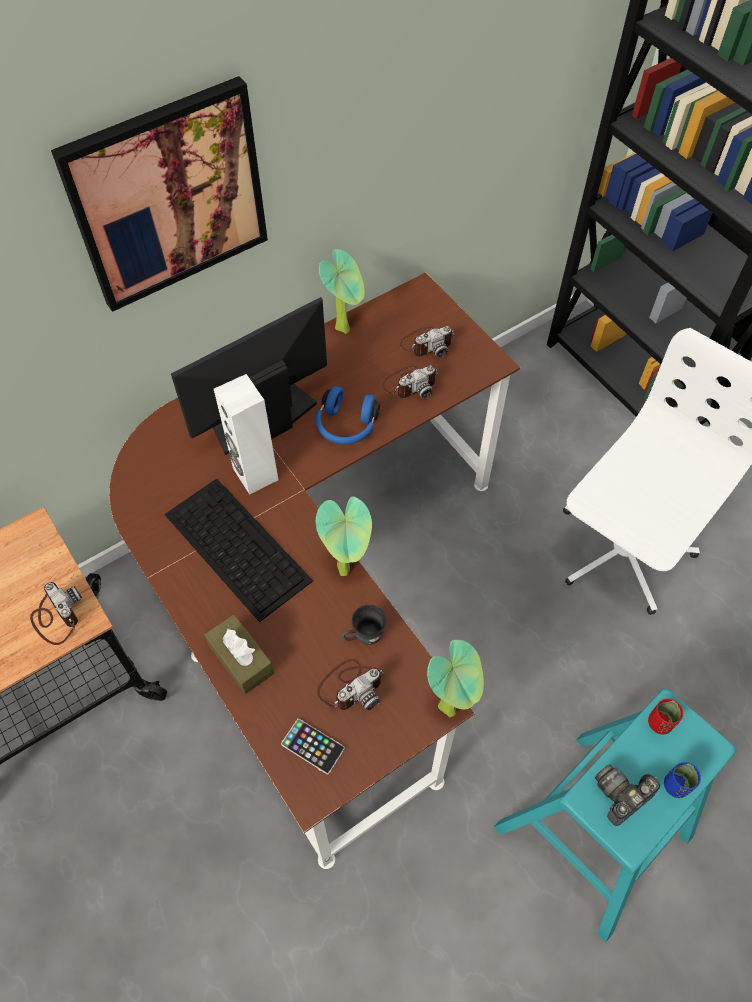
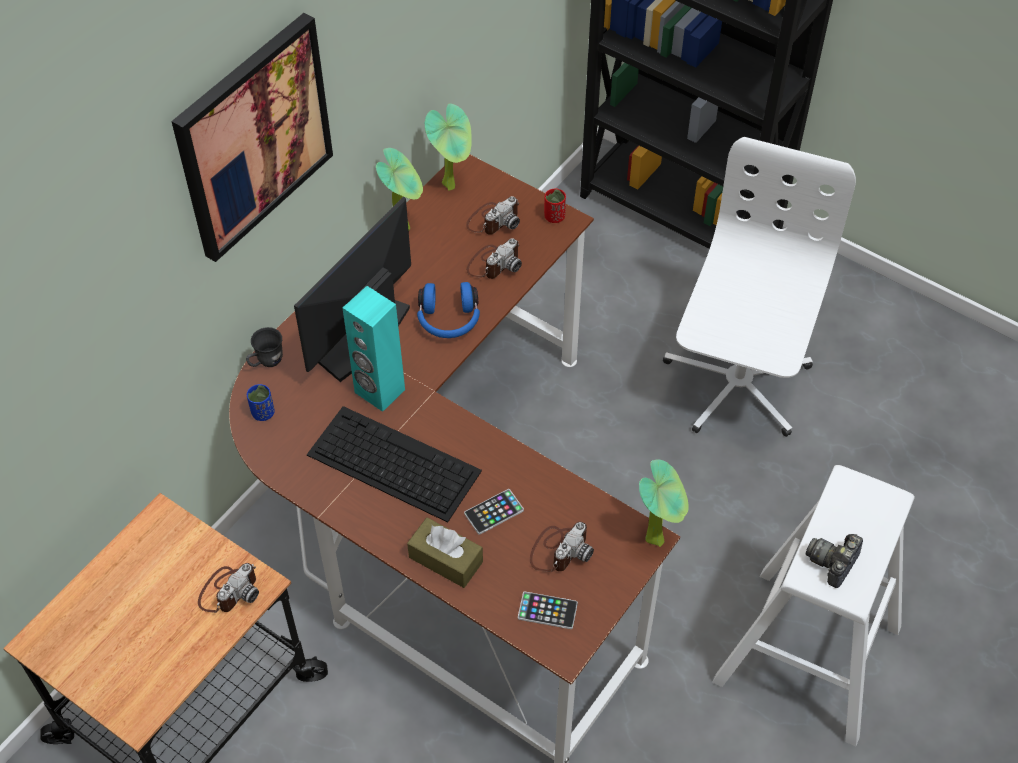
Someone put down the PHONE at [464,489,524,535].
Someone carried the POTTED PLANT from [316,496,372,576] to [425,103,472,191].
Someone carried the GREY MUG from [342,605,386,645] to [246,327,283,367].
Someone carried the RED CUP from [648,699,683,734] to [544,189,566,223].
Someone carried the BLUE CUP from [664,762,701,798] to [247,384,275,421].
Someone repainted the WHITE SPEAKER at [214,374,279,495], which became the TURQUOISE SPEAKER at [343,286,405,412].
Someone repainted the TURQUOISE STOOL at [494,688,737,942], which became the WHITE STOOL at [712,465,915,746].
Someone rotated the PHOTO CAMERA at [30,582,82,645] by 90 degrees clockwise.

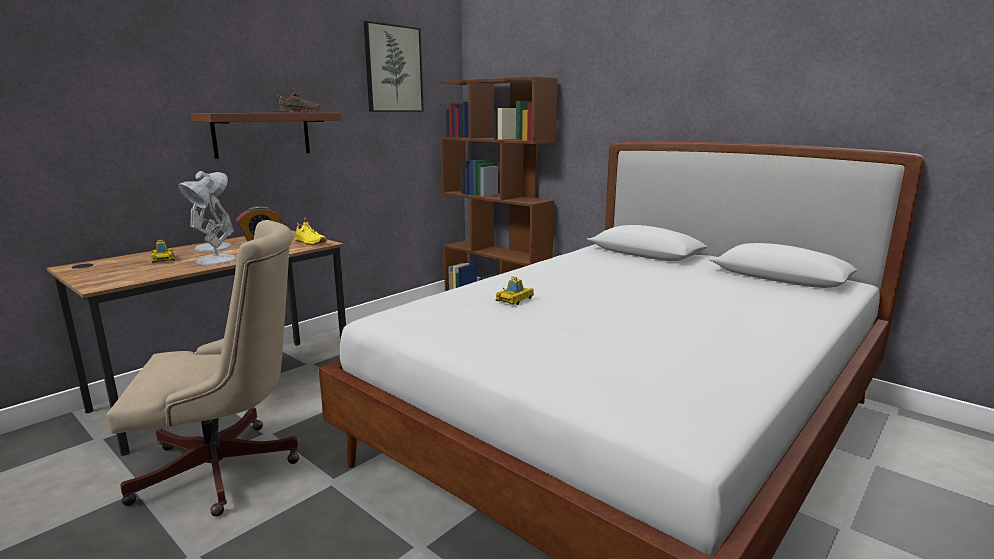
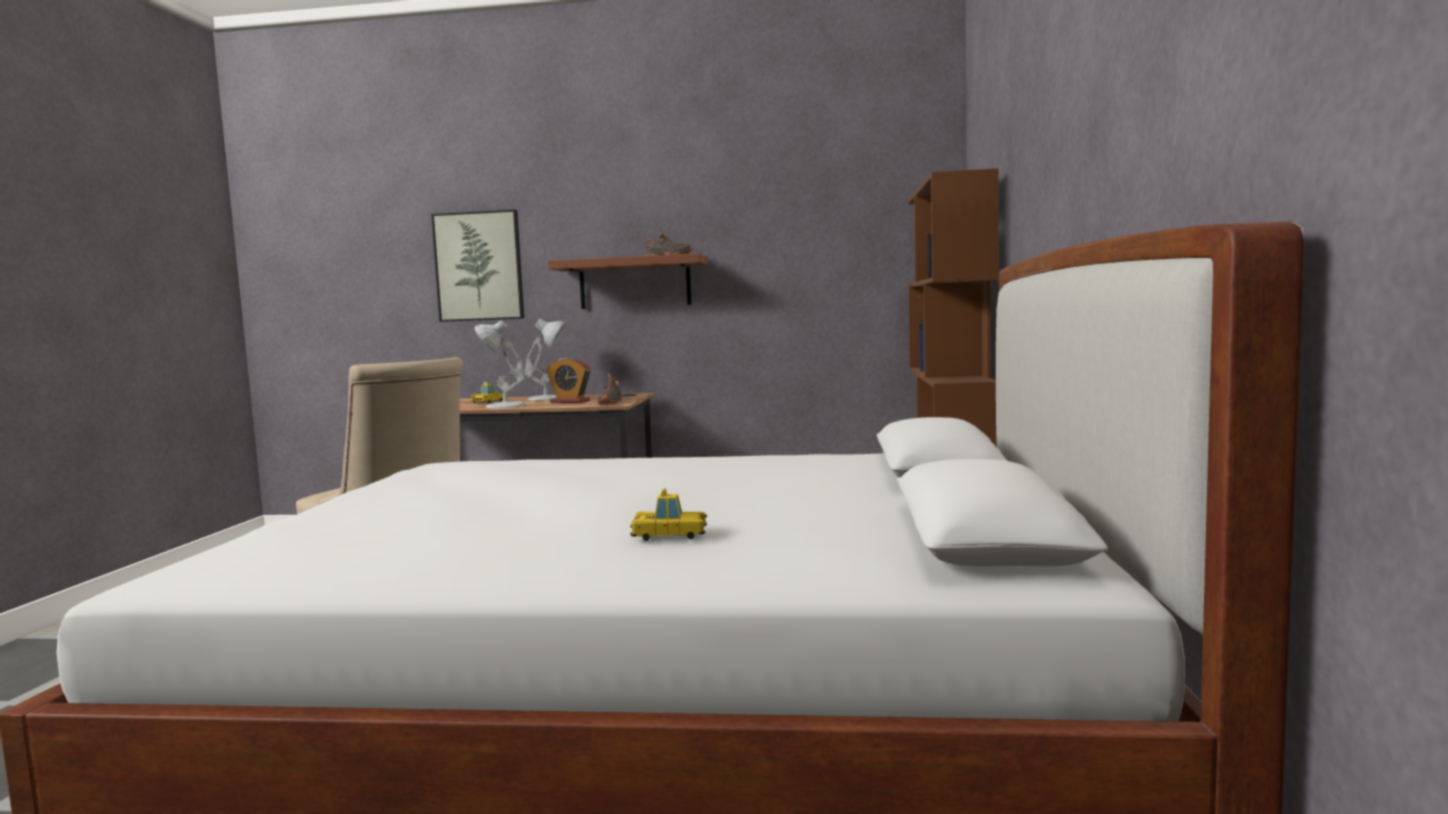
Someone carried the PICTURE from [364,21,424,112] to [431,209,524,322].
Someone carried the TOY CAR from [496,276,534,305] to [630,488,707,541].
Someone repainted the YELLOW SHOE at [295,218,326,245], which became the BLACK SHOE at [598,373,623,404].

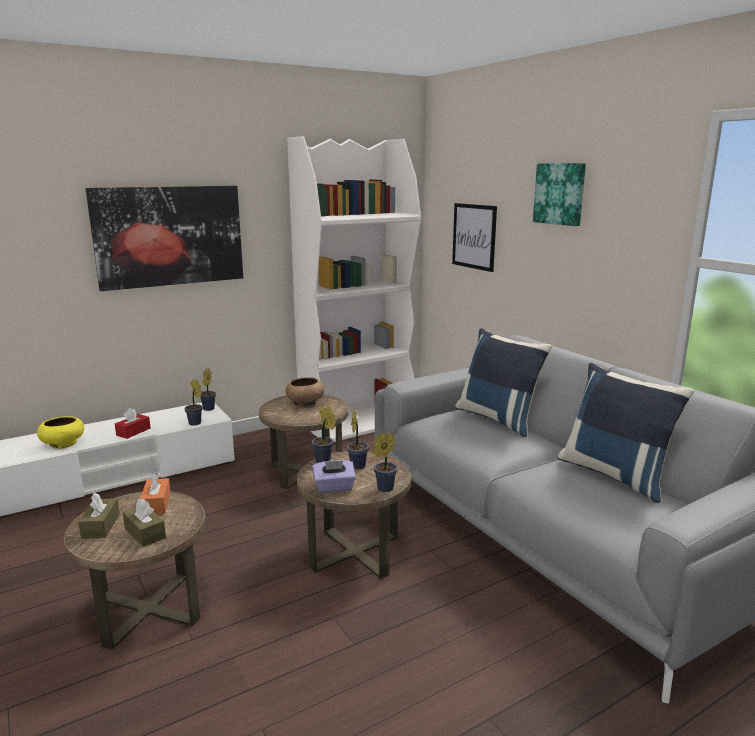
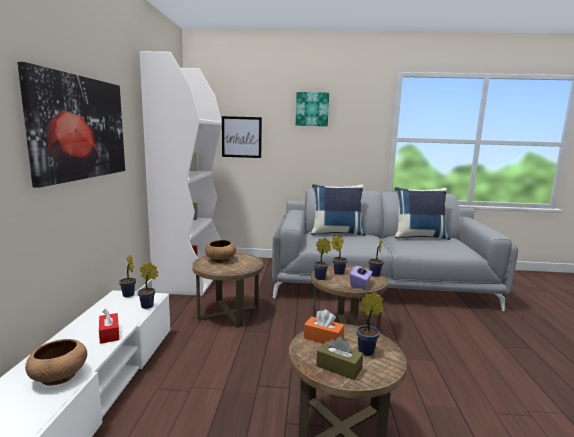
Someone swapped the BROWN TISSUE BOX at [123,498,166,547] for the POTTED PLANT at [356,292,384,356].
Someone repainted the YELLOW BOWL at [37,416,84,449], which became the BROWN BOWL at [25,339,87,386].

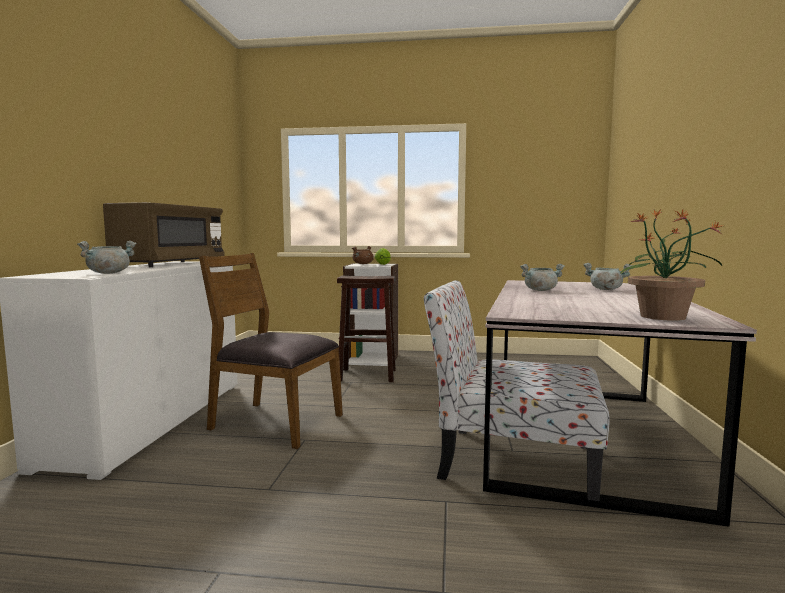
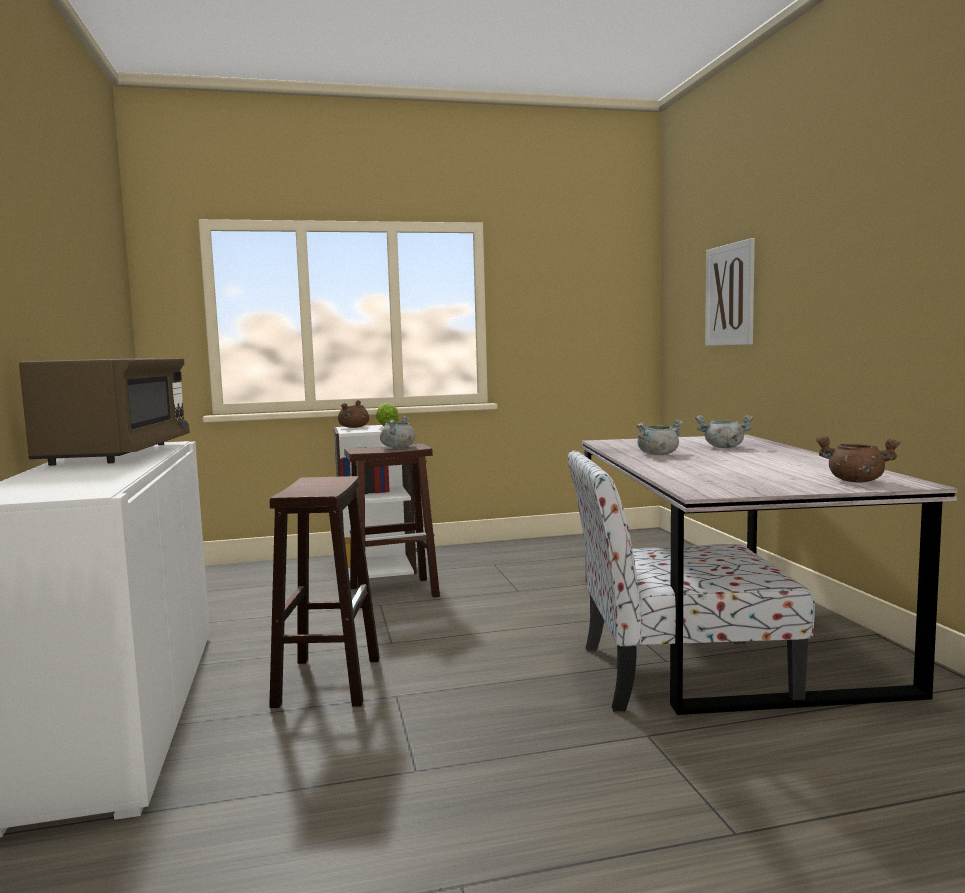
Someone put up the PICTURE at [705,238,755,346].
Someone carried the GREY COOKING POT from [77,241,136,274] to [380,416,415,448].
Someone swapped the BROWN CHAIR at [199,253,343,449] for the BROWN STOOL at [269,476,380,708].
Someone swapped the POTTED PLANT at [620,208,723,321] for the BROWN COOKING POT at [816,436,900,483].

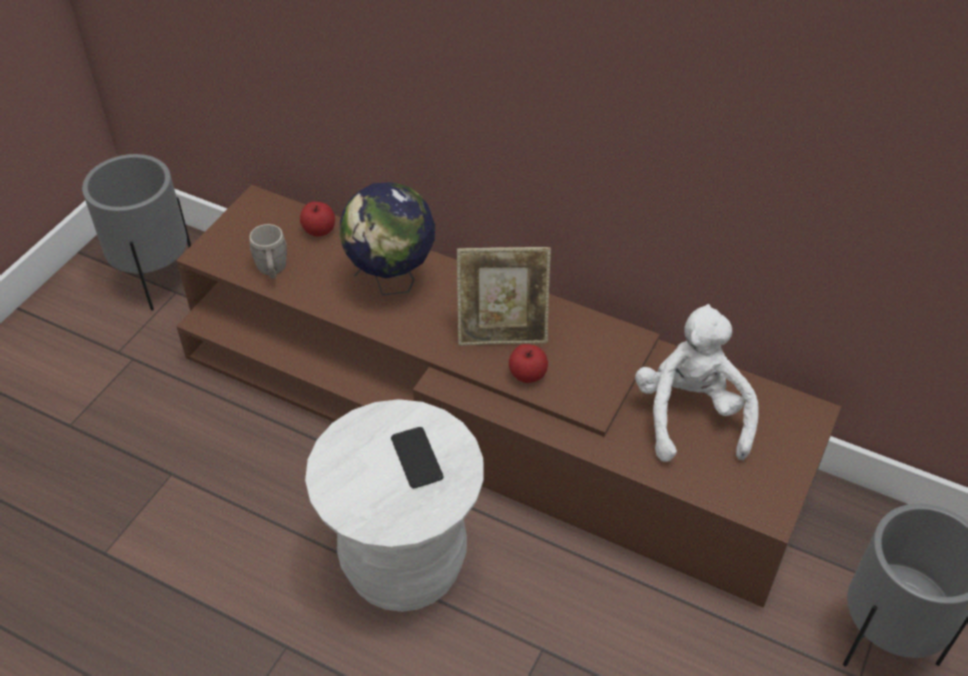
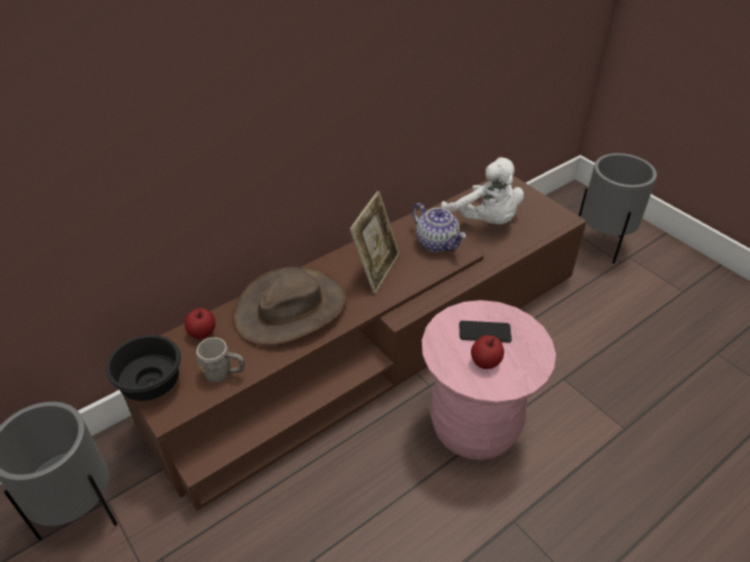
Someone put down the BLACK BOWL at [106,335,181,401].
Someone put down the TEAPOT at [412,203,466,252].
Someone carried the APPLE from [509,344,548,383] to [471,335,504,369].
Someone swapped the GLOBE at [339,182,435,295] for the BROWN HAT at [233,267,347,346].
Someone repainted the WHITE STOOL at [305,399,484,612], which became the PINK STOOL at [422,300,556,460].
Someone rotated the WHITE PLUSH TOY at [635,304,759,462] by 150 degrees counterclockwise.

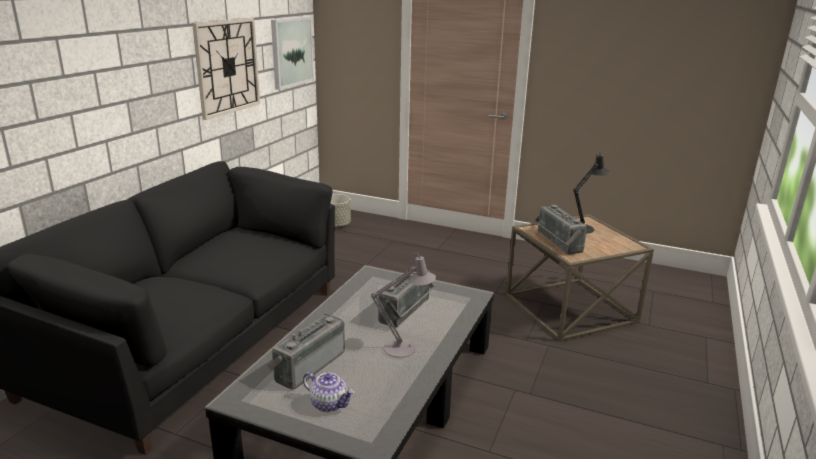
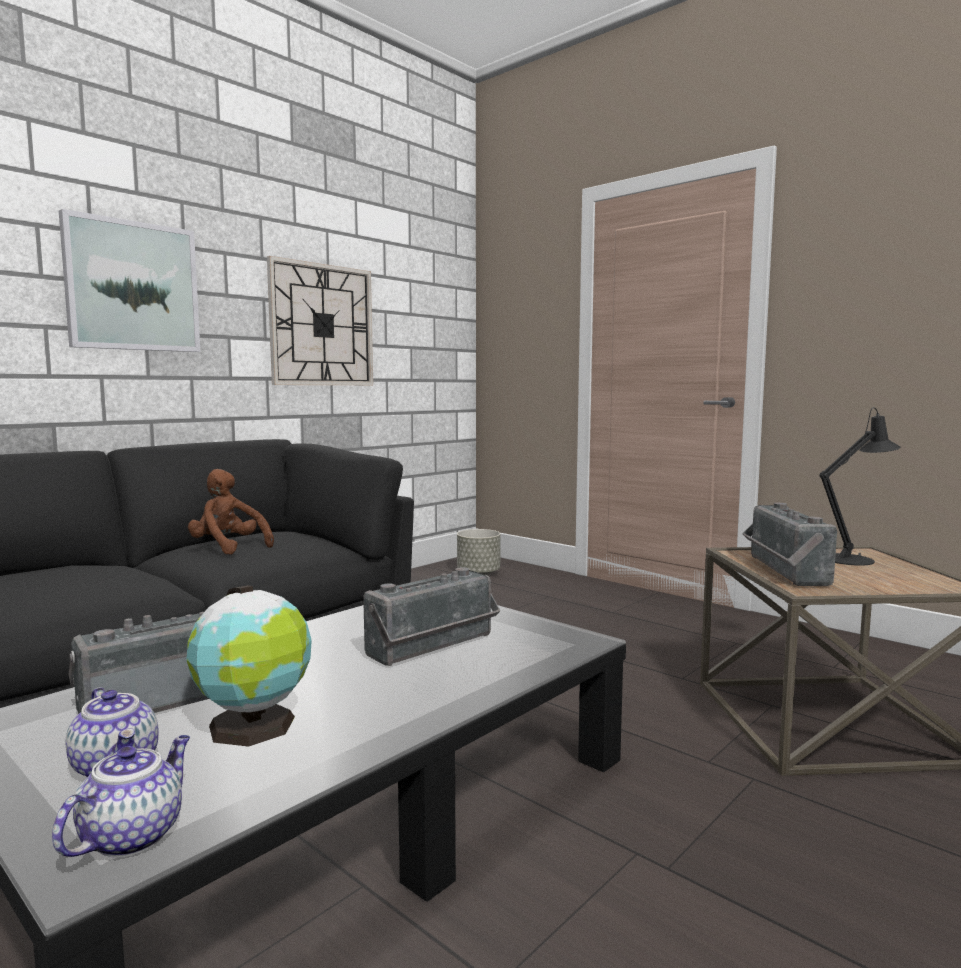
Someone took away the GREY TABLE LAMP at [371,252,436,358].
Someone put down the TEAPOT at [52,735,190,857].
Someone put down the GLOBE at [187,585,312,747].
Someone put down the BROWN PLUSH TOY at [188,469,274,555].
Someone carried the PICTURE from [271,16,314,90] to [59,209,200,352].

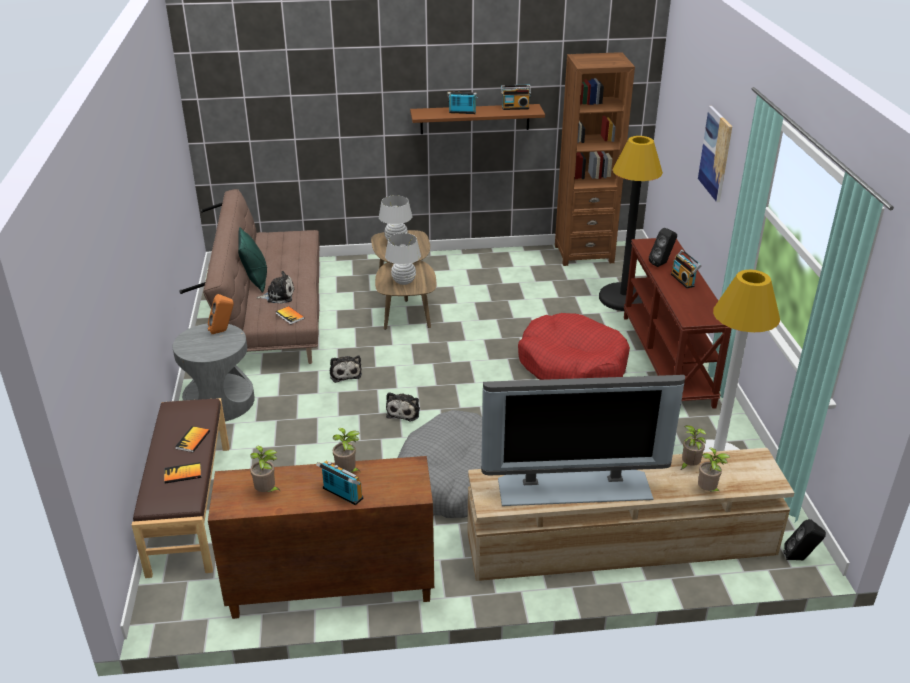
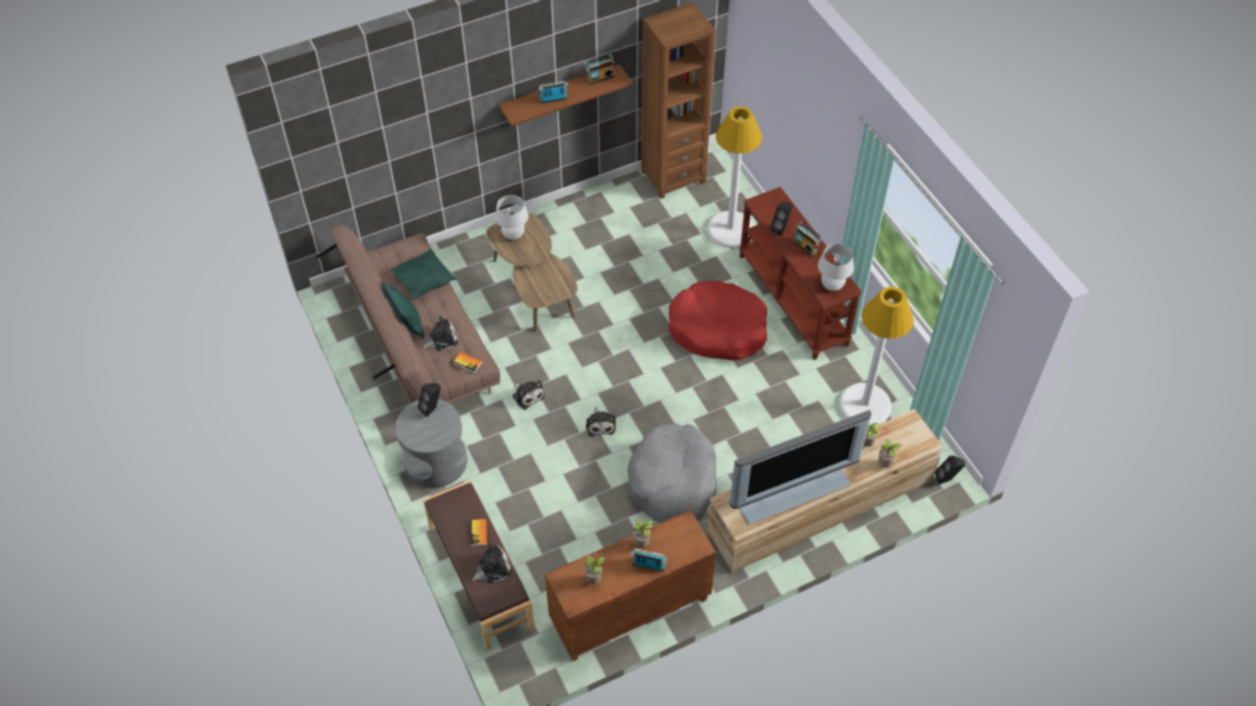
Someone took away the PICTURE at [698,106,732,202].
Someone put down the GREEN PILLOW at [390,249,457,300].
Someone carried the WHITE TABLE LAMP from [385,233,421,285] to [818,244,854,291].
Someone swapped the BOOK at [164,462,201,484] for the PLUSH TOY at [472,543,512,583].
Someone repainted the ORANGE SPEAKER at [208,294,234,334], which became the BLACK SPEAKER at [418,383,441,417].
Someone repainted the BLACK FLOOR LAMP at [599,136,663,311], which became the WHITE FLOOR LAMP at [708,106,762,248].

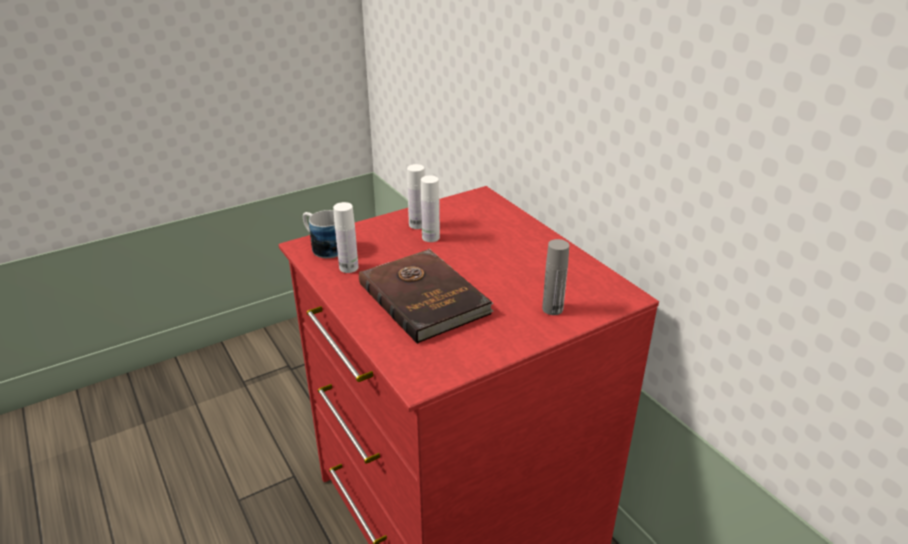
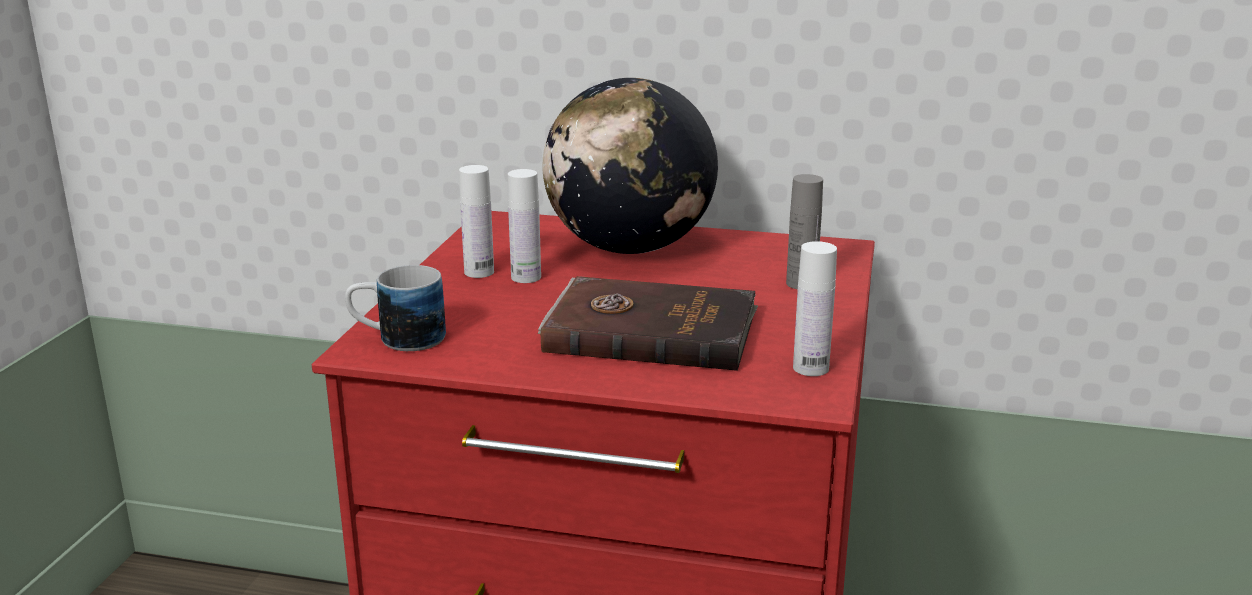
Someone put down the GLOBE at [542,78,718,254].
Someone carried the WHITE BOTTLE from [333,202,358,273] to [793,241,837,376].

